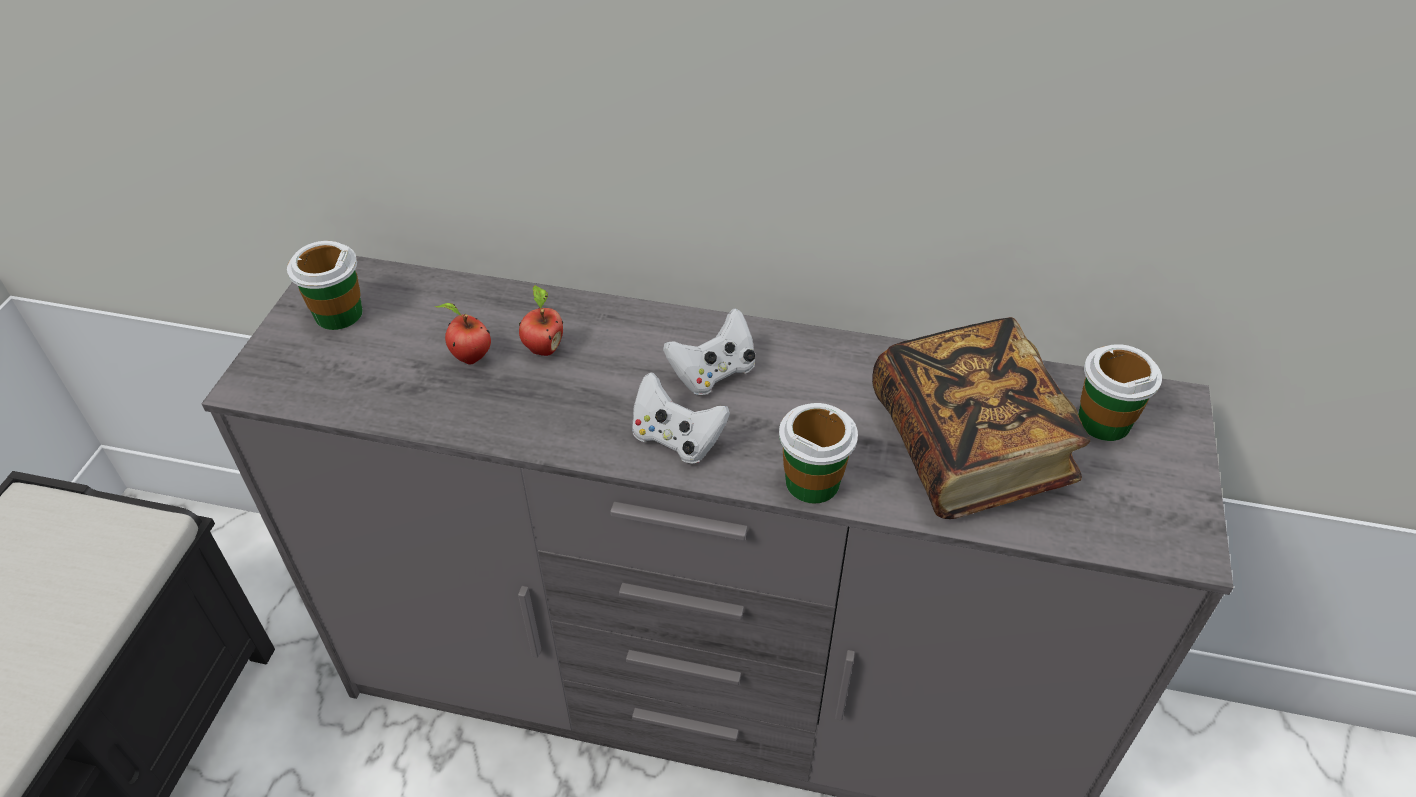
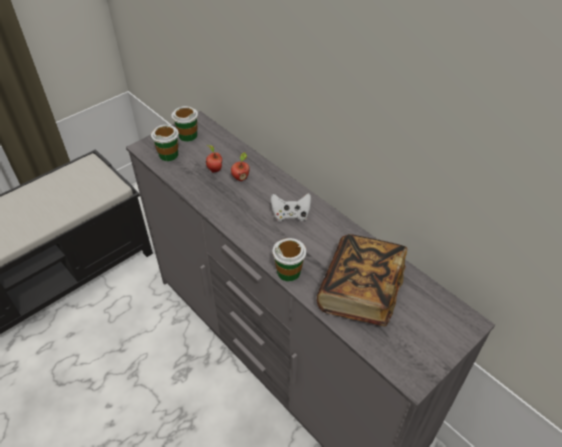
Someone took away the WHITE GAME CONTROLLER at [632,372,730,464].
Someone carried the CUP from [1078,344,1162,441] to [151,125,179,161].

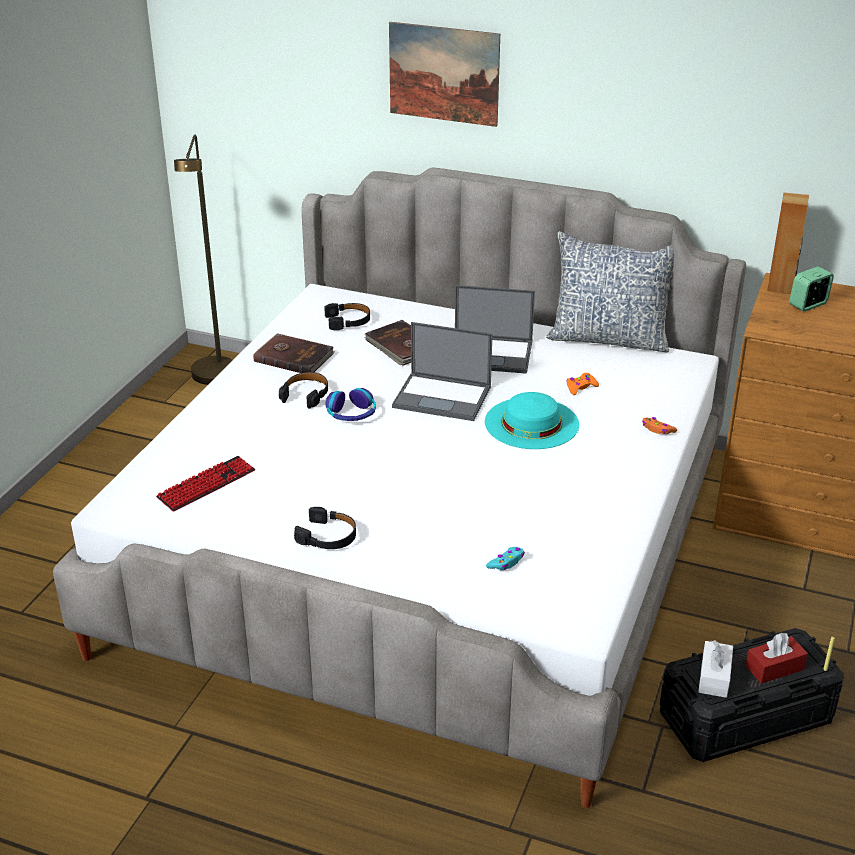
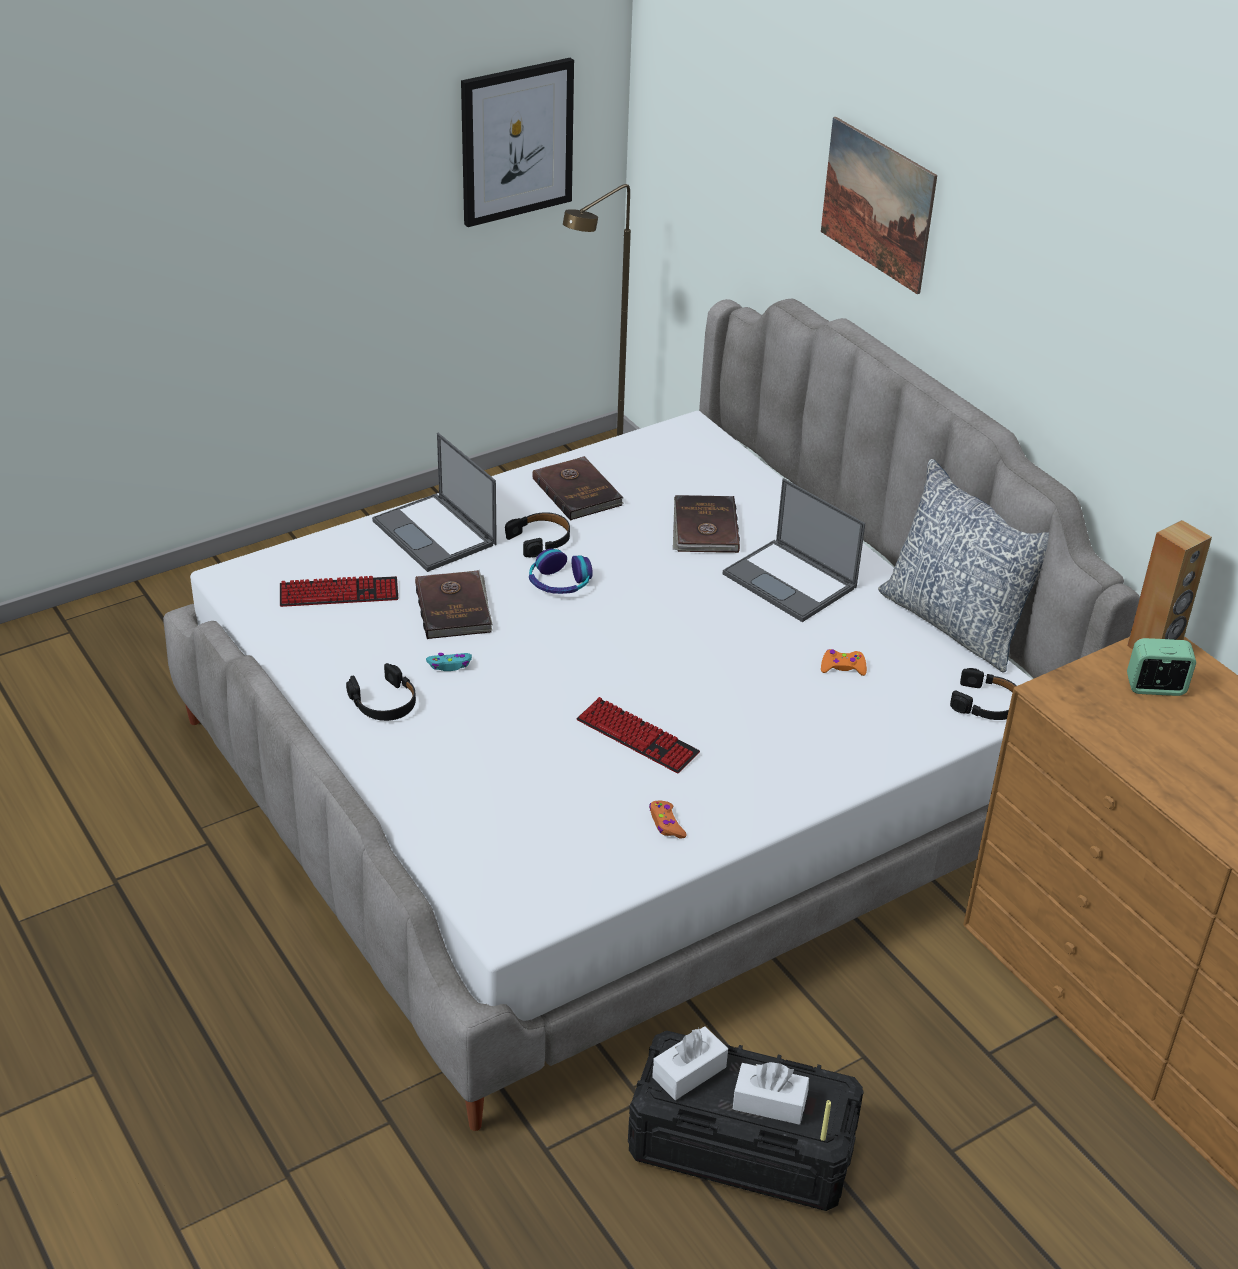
Someone took away the TURQUOISE HAT at [485,392,579,449].
Someone put down the BROWN BOOK at [415,570,493,639].
Someone put up the PICTURE at [461,58,574,227].
Someone put down the KEYBOARD at [577,697,700,774].
Someone carried the BLACK HEADPHONES from [324,303,370,330] to [950,668,1017,720].
Someone carried the LAPTOP from [392,322,493,421] to [372,433,497,572].
Someone carried the TURQUOISE GAME CONTROLLER from [486,547,525,570] to [426,653,472,671].
Someone carried the ORANGE GAME CONTROLLER from [642,417,677,434] to [649,801,687,839].
Someone repainted the RED TISSUE BOX at [746,633,808,684], which became the WHITE TISSUE BOX at [733,1062,809,1125].

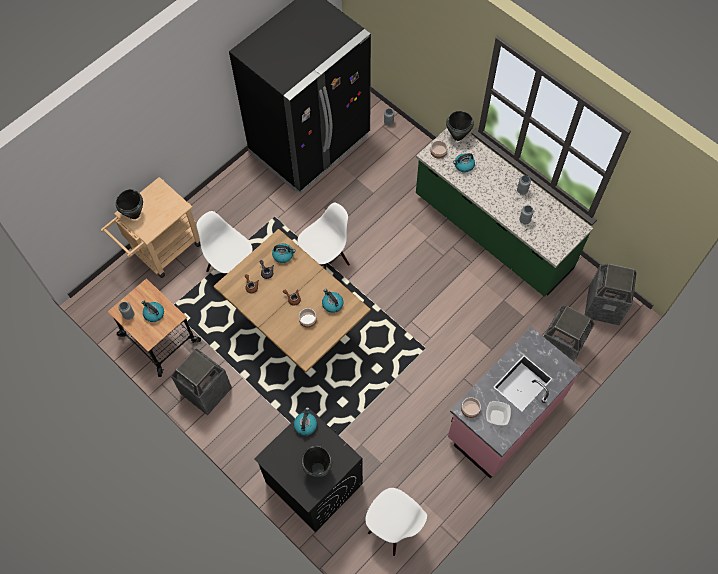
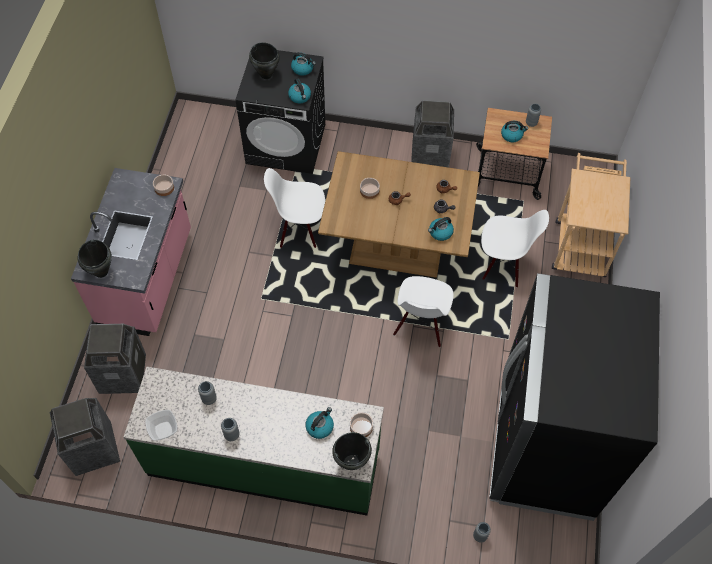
Someone carried the BLACK COOKING POT from [116,189,143,219] to [78,240,112,278].
Someone carried the KETTLE from [322,289,343,313] to [291,52,316,76].
Someone carried the WHITE CHAIR from [365,488,427,556] to [264,168,325,248].
Someone carried the BOWL from [486,401,511,425] to [145,410,177,441].

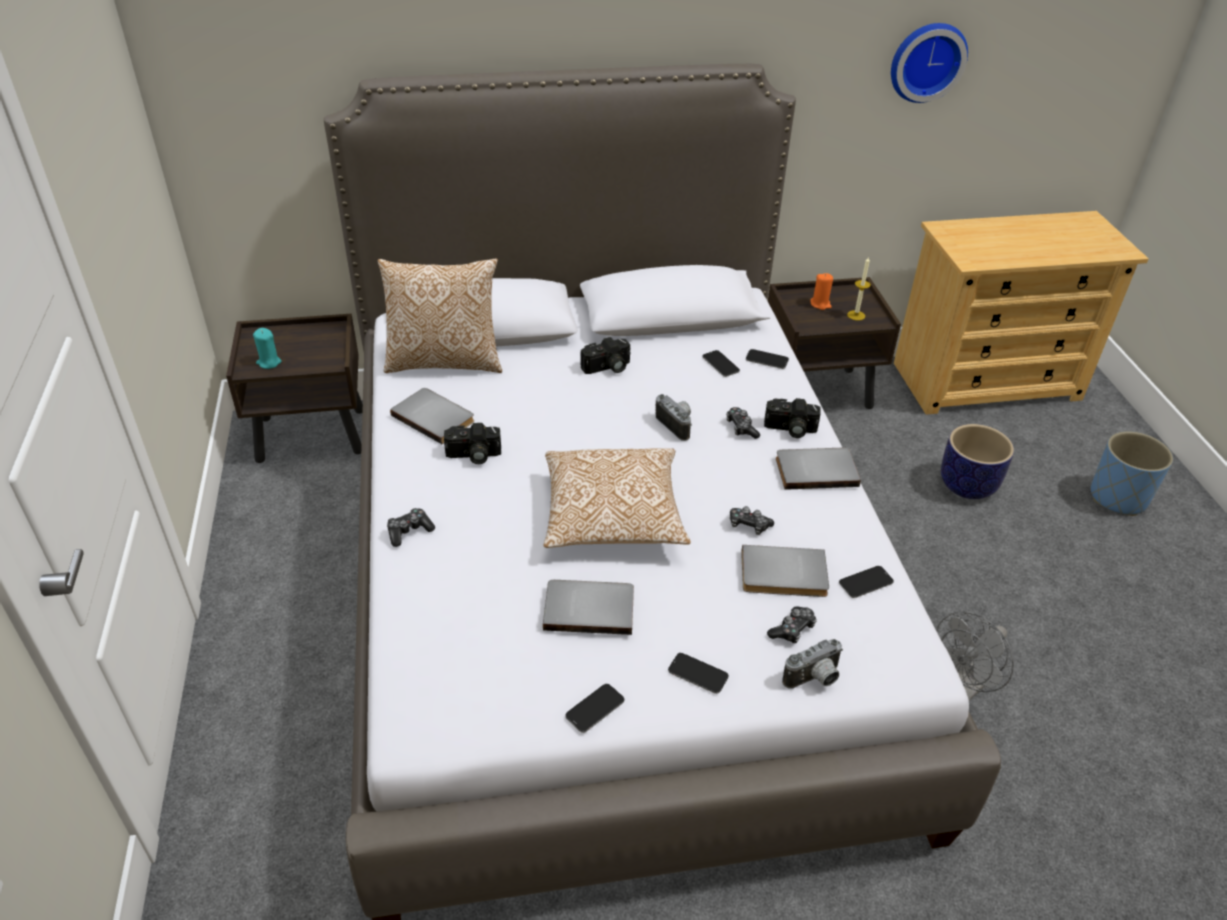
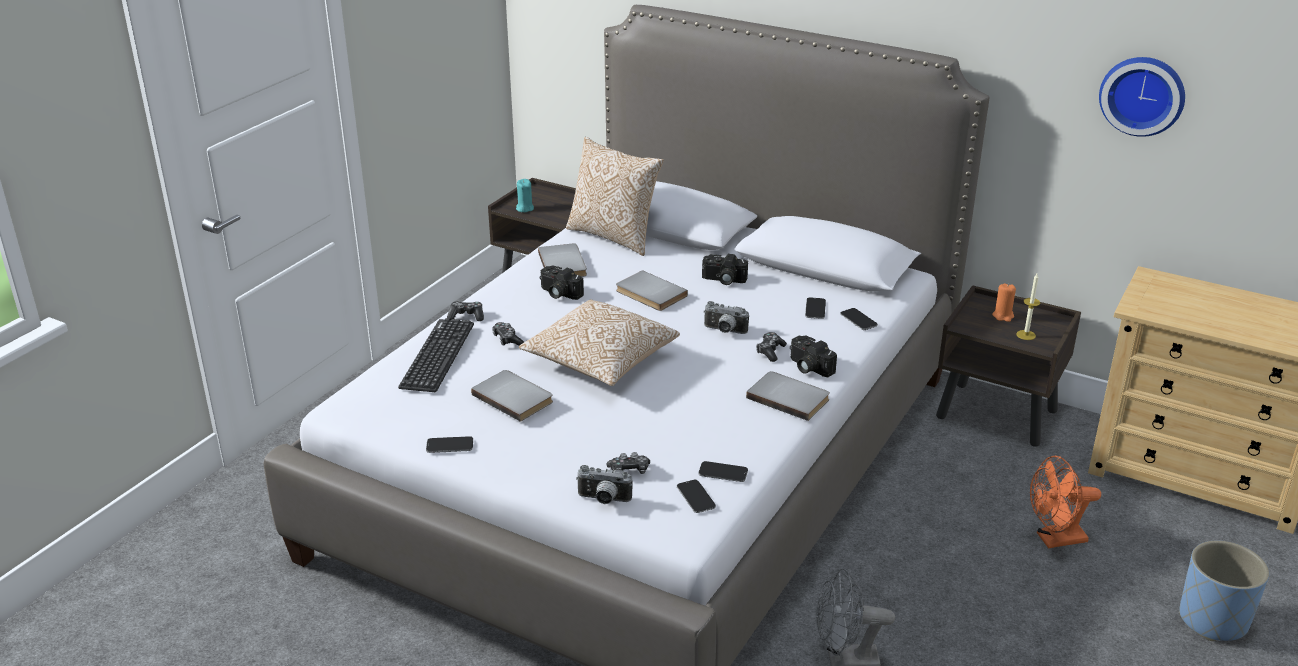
Someone put down the KEYBOARD at [398,318,474,392].
Someone carried the PHONE from [668,653,729,694] to [677,480,716,513].
Someone carried the GAME CONTROLLER from [730,506,774,535] to [492,322,524,346].
Someone carried the GREY BOOK from [741,545,829,597] to [616,270,688,311].
Someone swapped the PLANTER at [941,424,1014,499] for the ORANGE FAN at [1030,456,1101,549].
Someone rotated the PHOTO CAMERA at [656,394,692,441] by 105 degrees clockwise.

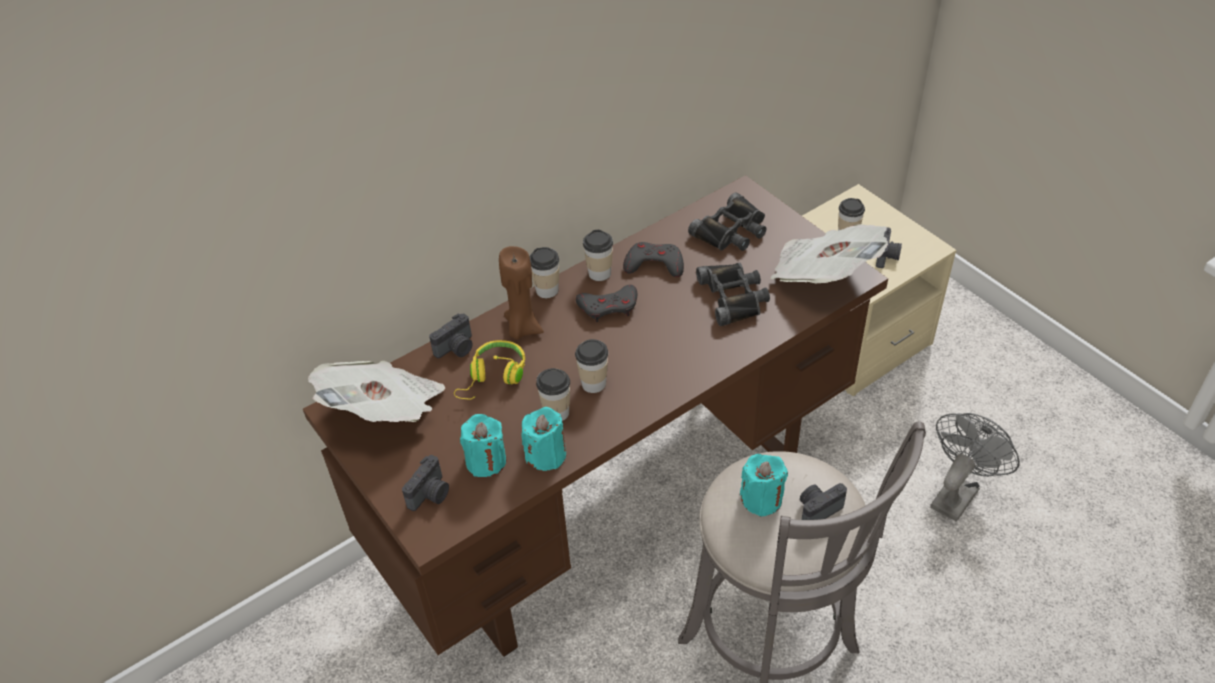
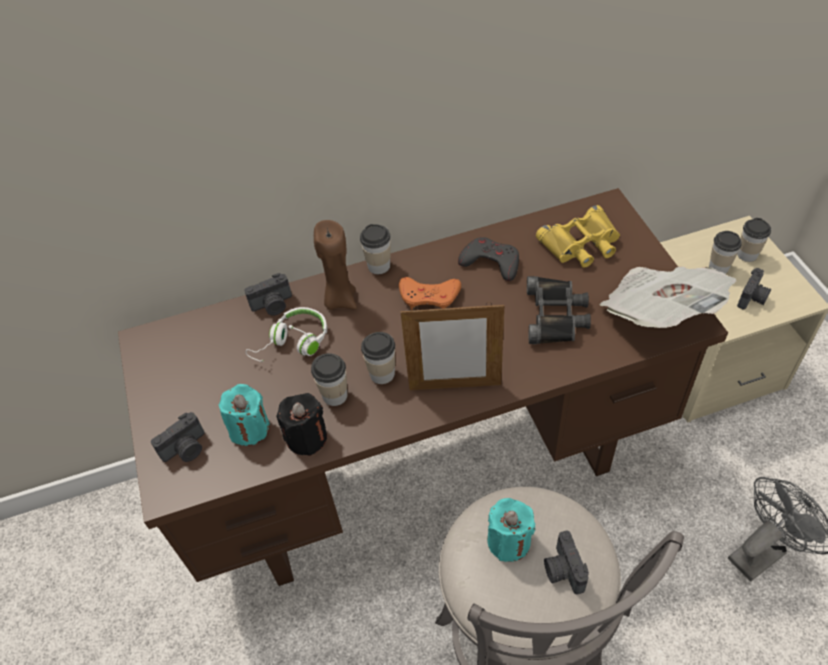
Someone took away the NEWSPAPER at [308,361,445,422].
Someone put down the PICTURE FRAME at [401,302,504,390].
Someone carried the CUP from [583,230,613,281] to [737,218,771,262].
Someone repainted the YELLOW HEADPHONES at [454,340,526,400], which became the WHITE HEADPHONES at [246,307,327,362].
Someone repainted the TURQUOISE CANDLE at [521,407,566,471], which became the BLACK CANDLE at [277,393,327,456].
Someone repainted the GREY GAME CONTROLLER at [576,285,637,322], which became the ORANGE GAME CONTROLLER at [399,277,461,310].
Someone repainted the BLACK BINOCULARS at [688,192,766,251], which became the YELLOW BINOCULARS at [536,205,620,268].
Someone rotated the PHOTO CAMERA at [800,483,847,520] by 90 degrees counterclockwise.

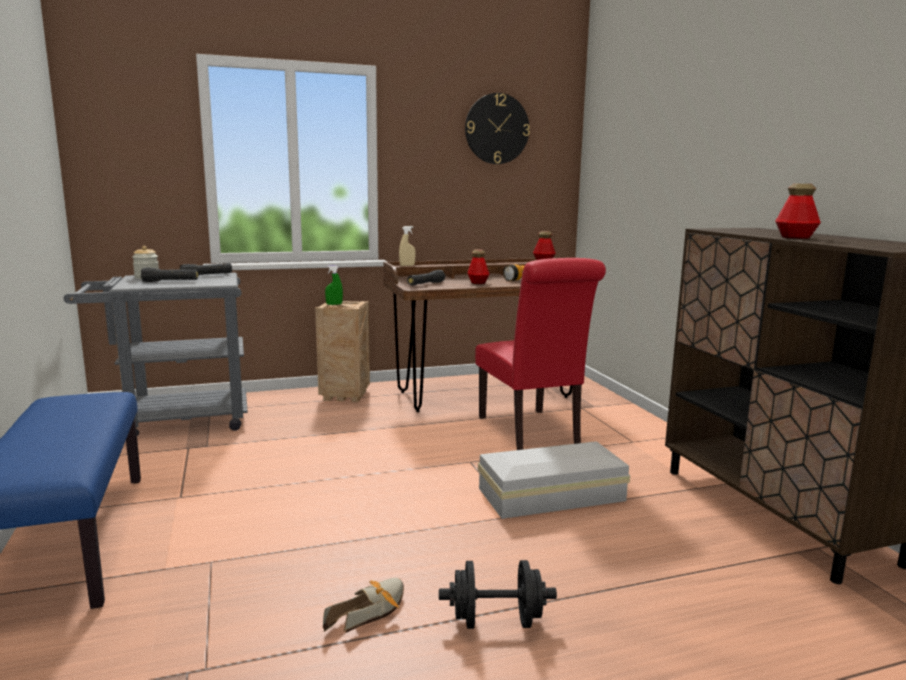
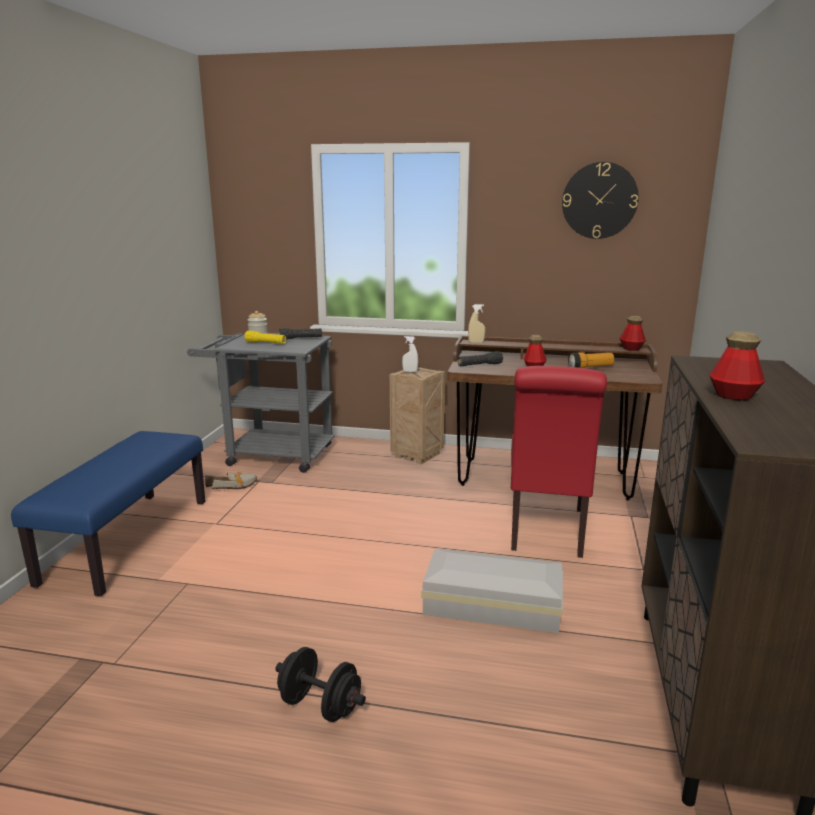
Someone carried the SHOE from [323,578,404,633] to [205,472,257,489].
Someone repainted the BLACK FLASHLIGHT at [141,268,198,282], which became the YELLOW FLASHLIGHT at [244,330,286,344].
Someone repainted the GREEN SPRAY BOTTLE at [325,265,343,305], which became the WHITE SPRAY BOTTLE at [402,336,418,372].

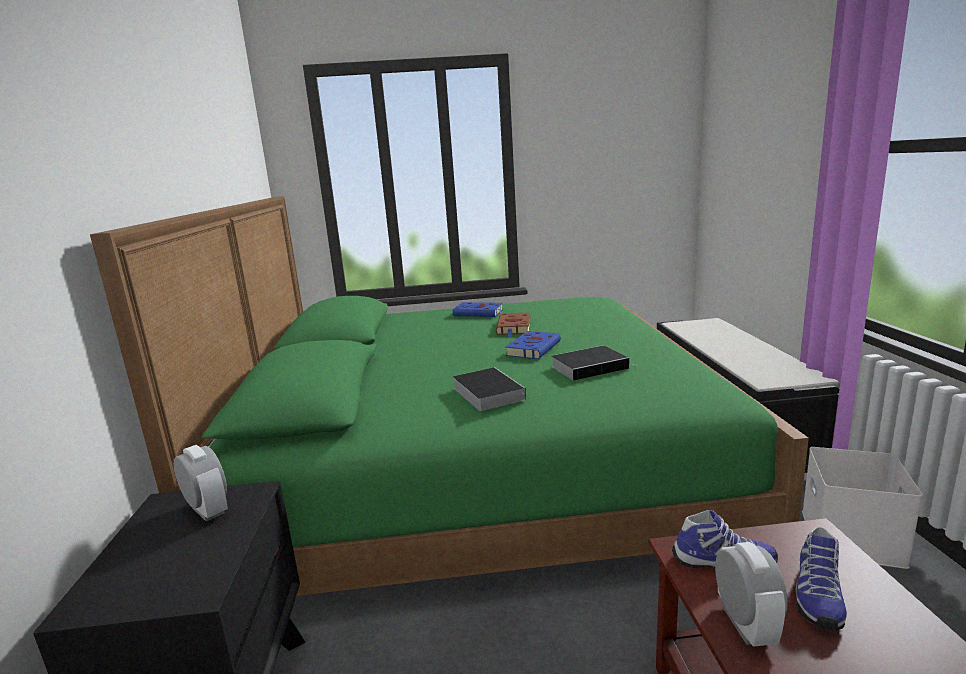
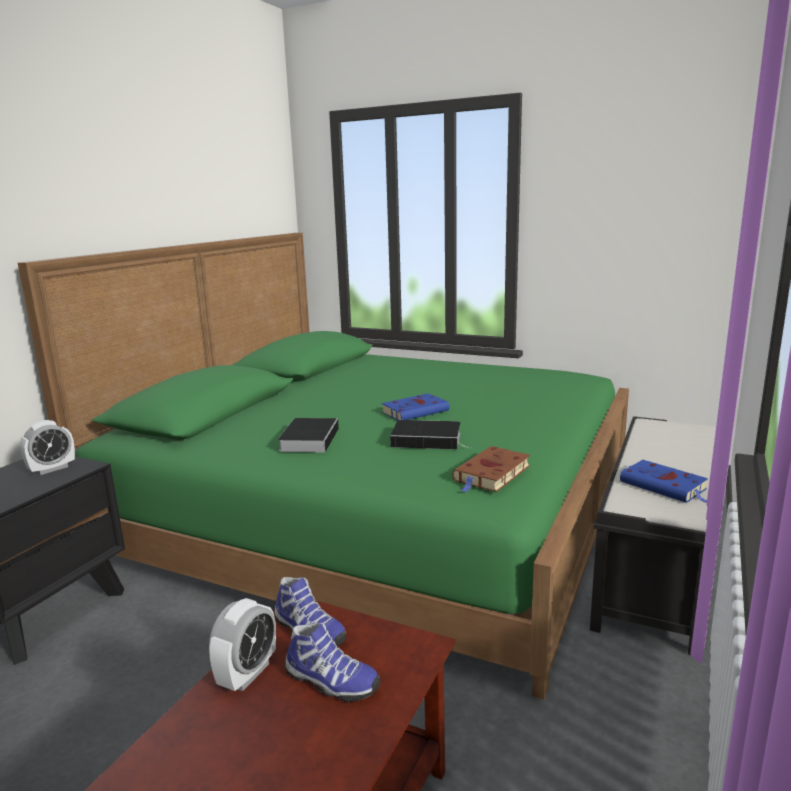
Someone took away the WHITE STORAGE BOX at [802,447,923,569].
Someone carried the BLUE BOOK from [453,302,503,317] to [620,460,708,503].
Someone carried the BROWN BOOK from [496,312,530,338] to [452,446,531,493].
Someone rotated the ALARM CLOCK at [174,445,228,522] by 60 degrees clockwise.
Someone rotated the SHOE at [794,527,847,630] by 120 degrees counterclockwise.

